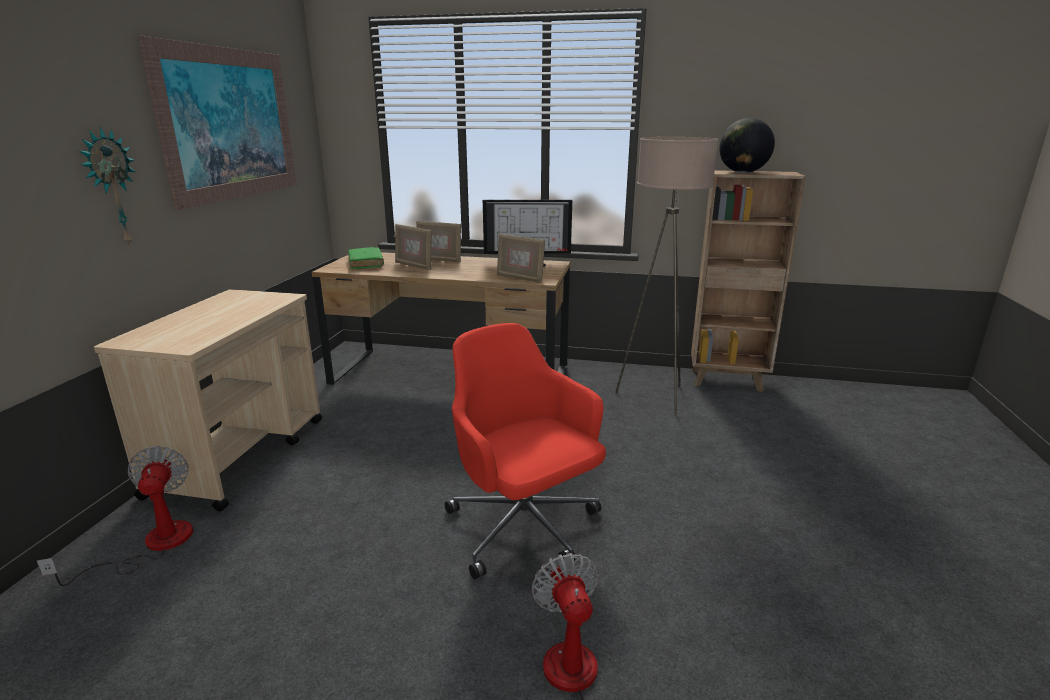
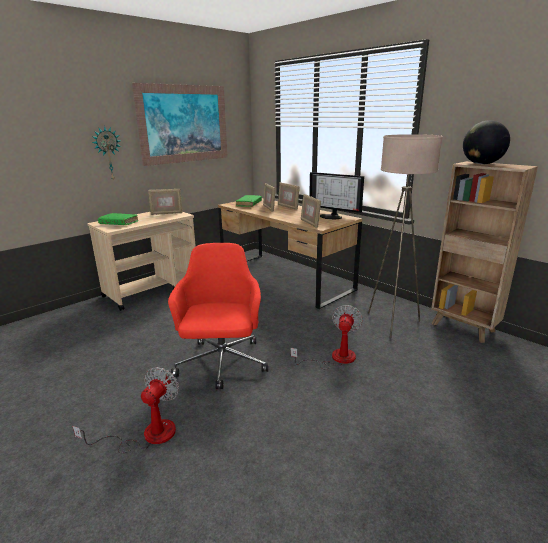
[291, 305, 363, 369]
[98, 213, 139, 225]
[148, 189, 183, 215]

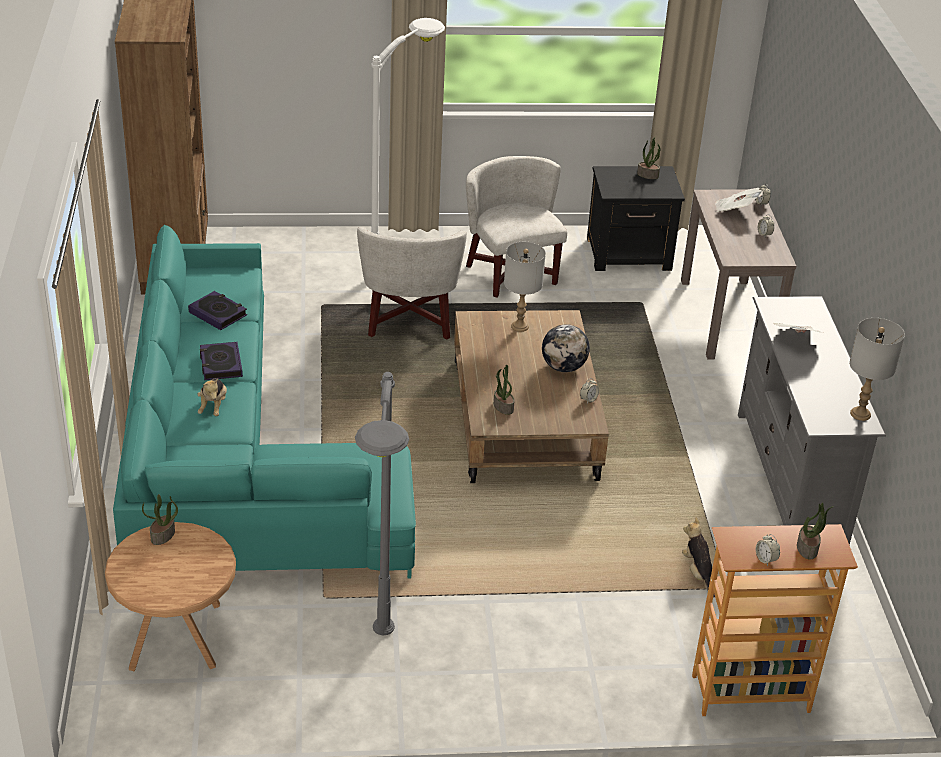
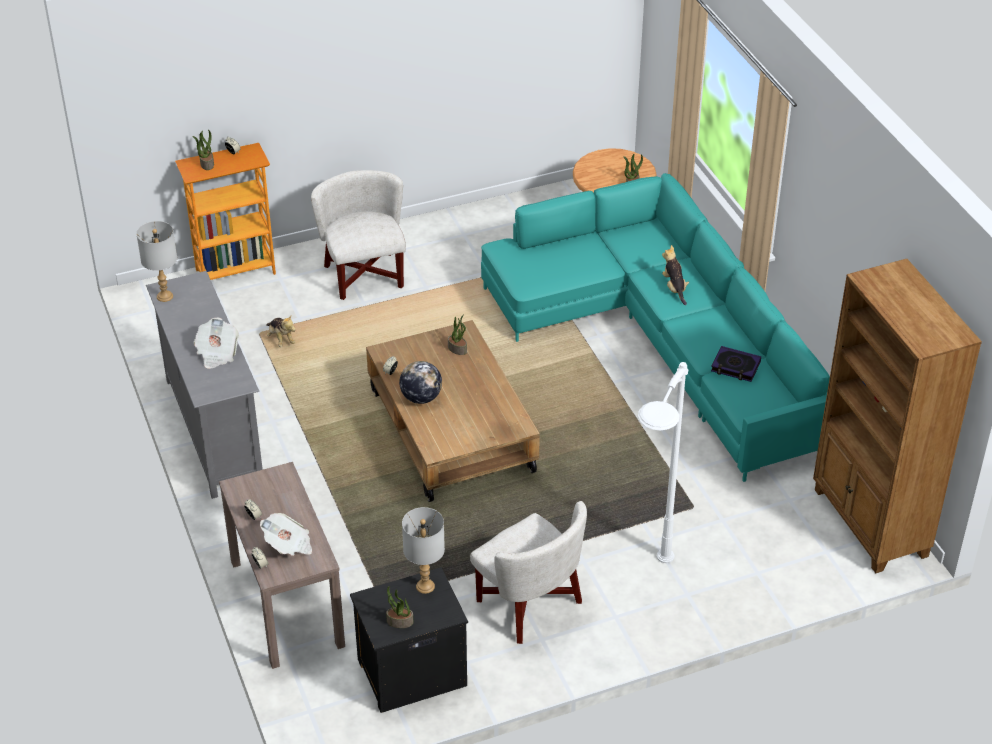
[200, 342, 243, 380] (first image)
[355, 372, 409, 635] (first image)
[311, 170, 406, 300]
[402, 507, 445, 594]

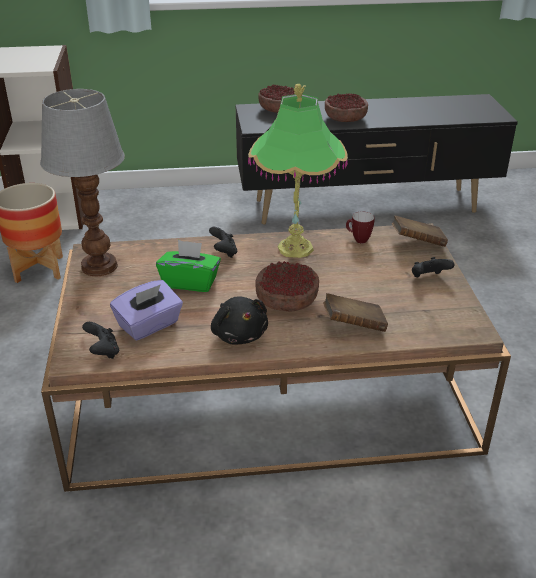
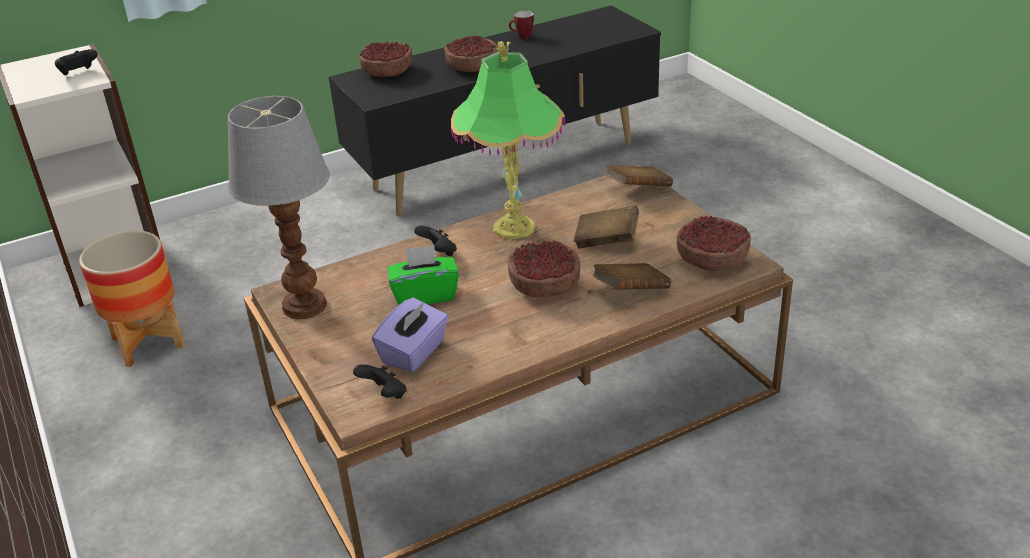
[211, 296, 268, 344] (first image)
[509, 11, 534, 39]
[55, 49, 98, 75]
[574, 206, 639, 249]
[677, 216, 751, 271]

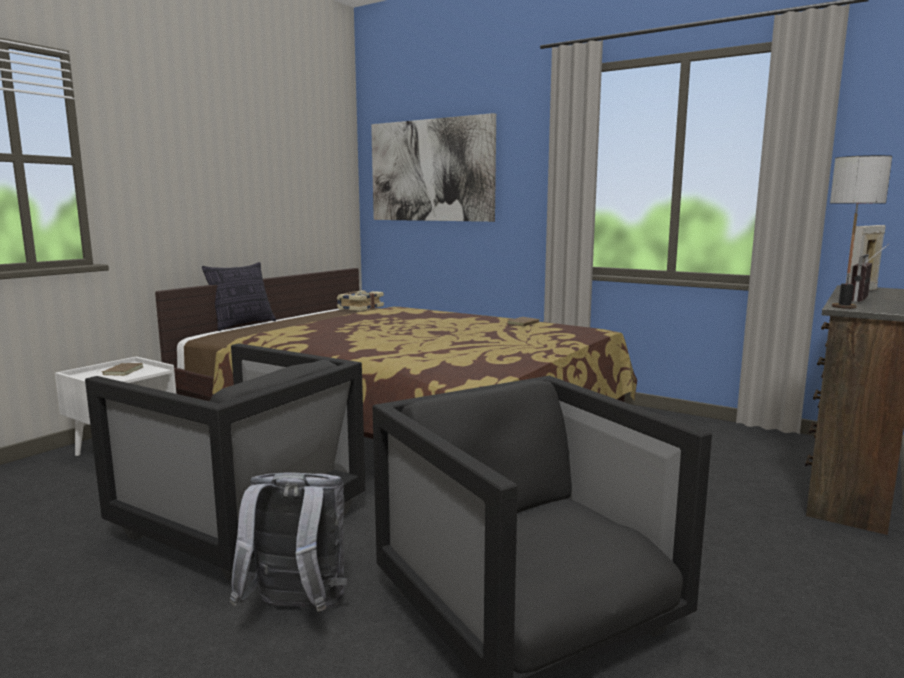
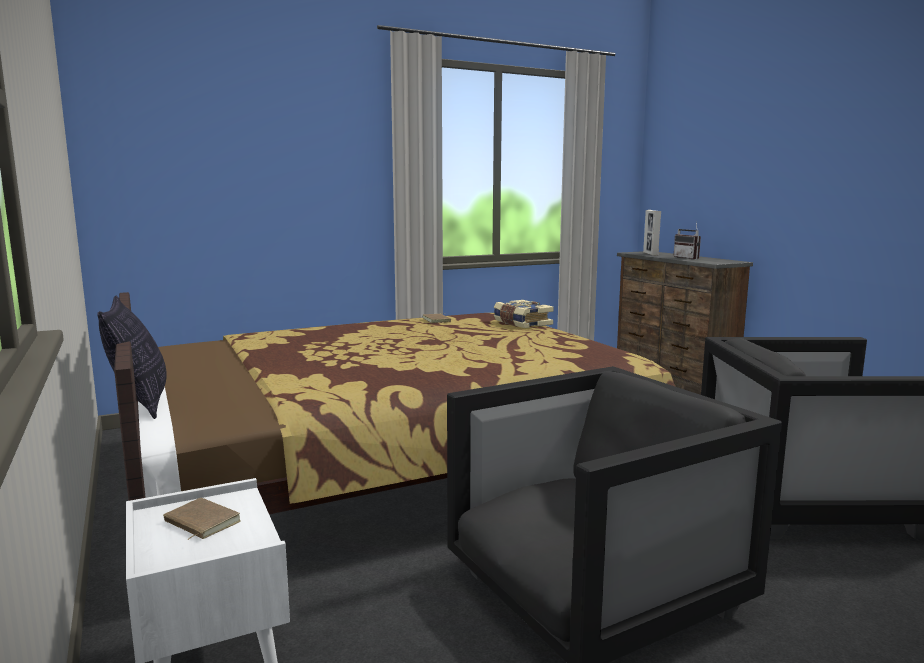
[230, 472, 347, 612] (first image)
[494, 300, 554, 328]
[371, 113, 496, 222] (first image)
[830, 155, 892, 309] (first image)

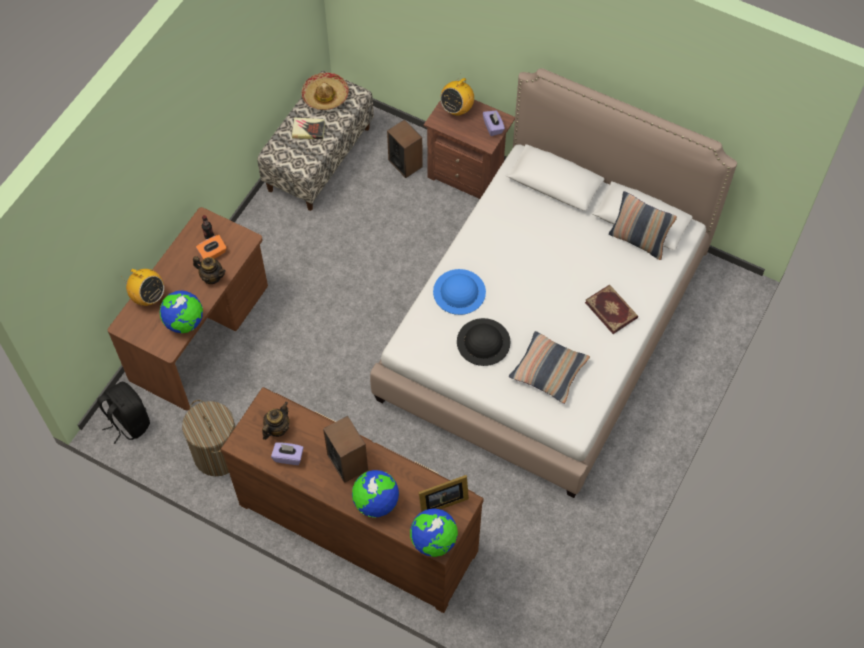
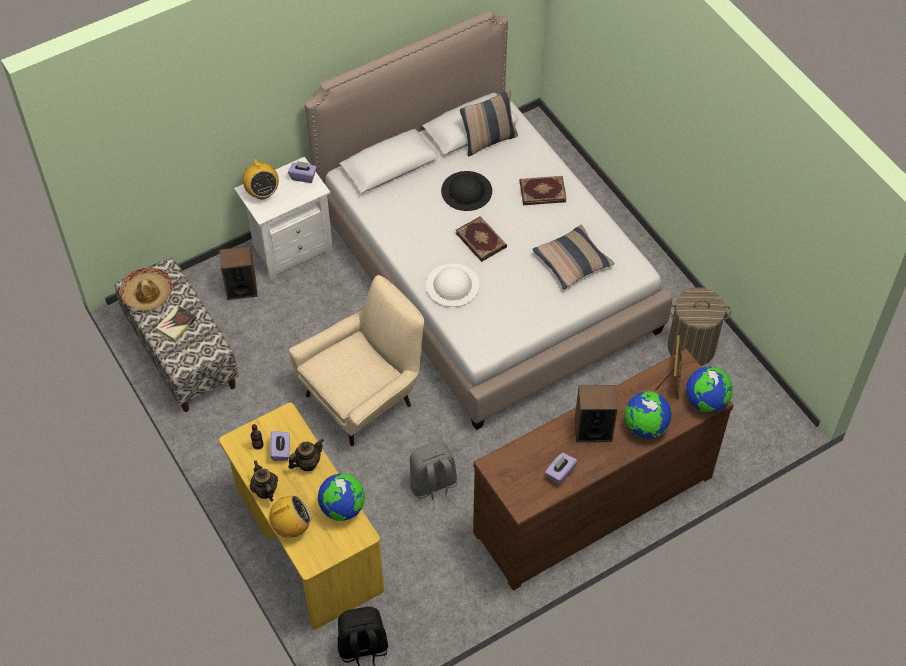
[219, 403, 384, 630]
[668, 287, 731, 366]
[270, 431, 290, 461]
[250, 460, 278, 501]
[234, 156, 333, 280]
[426, 263, 479, 307]
[441, 171, 492, 211]
[289, 275, 424, 446]
[410, 441, 457, 510]
[456, 216, 507, 262]

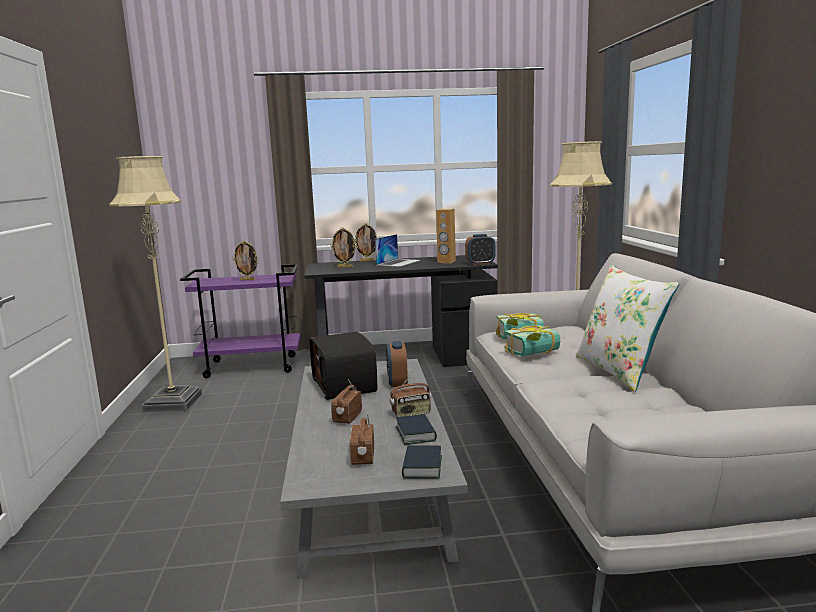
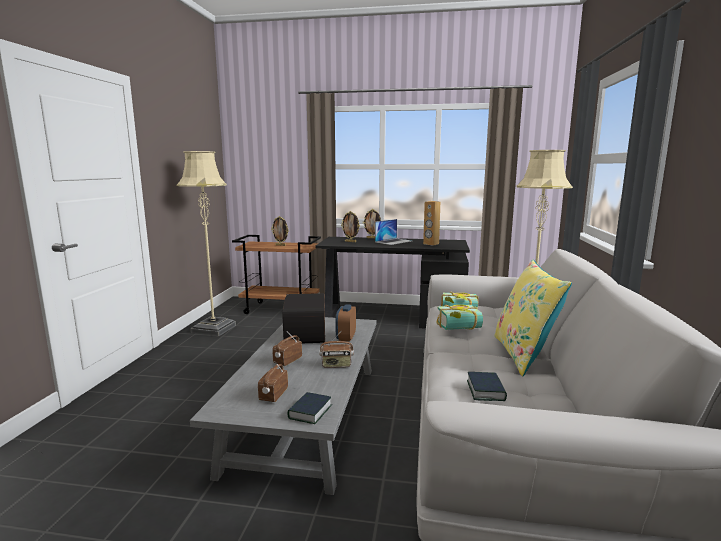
[232, 235, 321, 314]
[467, 372, 507, 401]
[465, 234, 496, 265] (first image)
[494, 259, 572, 376]

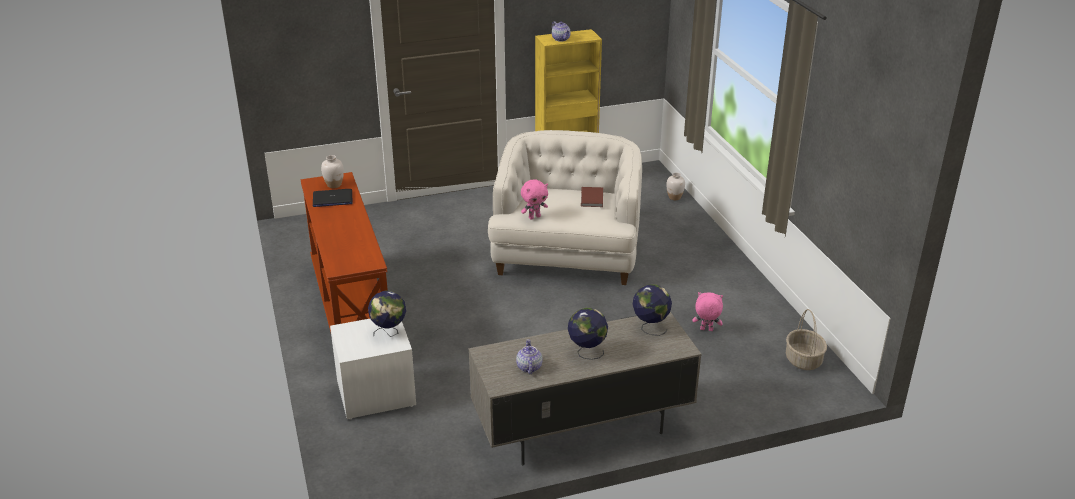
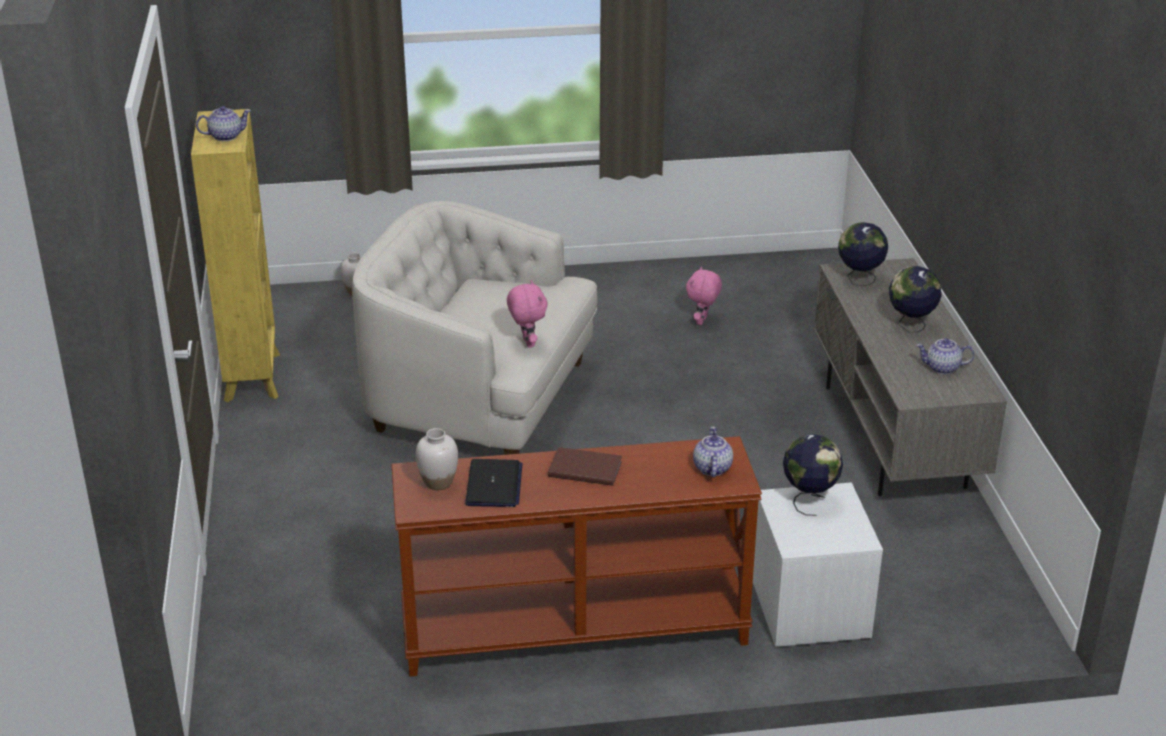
[548, 447, 622, 486]
[786, 309, 827, 370] (first image)
[693, 426, 733, 477]

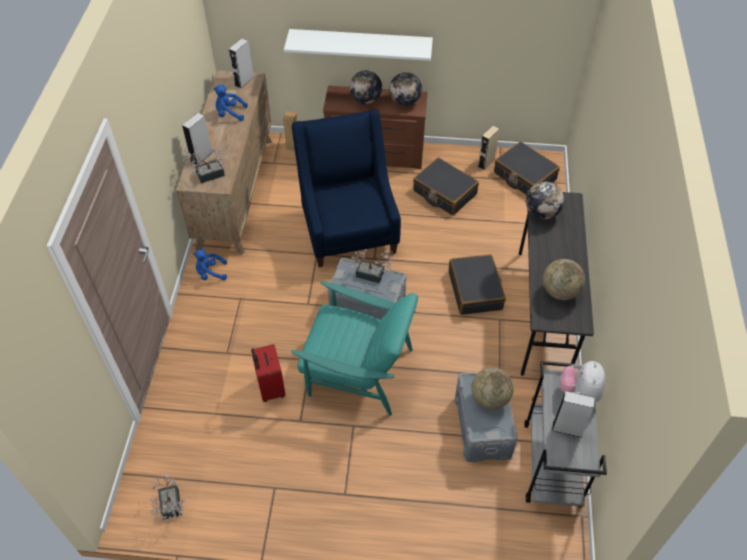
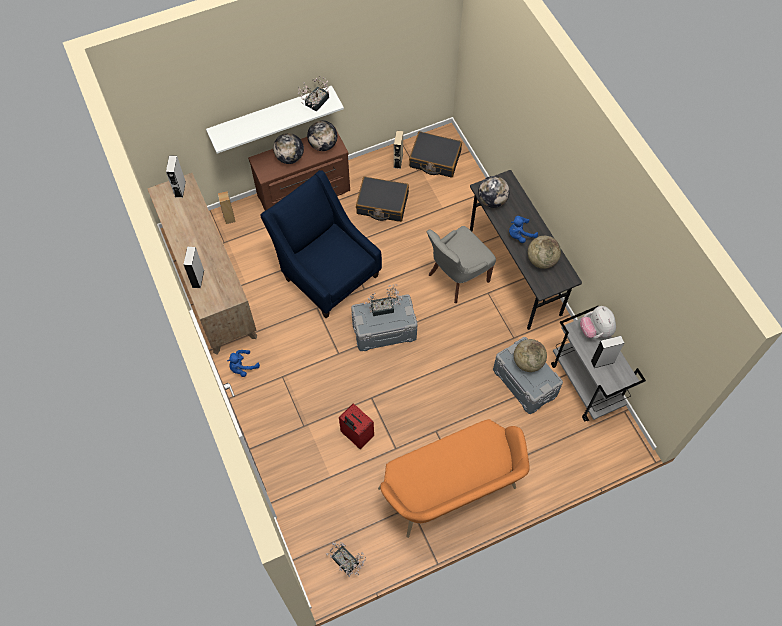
[298, 76, 329, 112]
[509, 216, 538, 243]
[291, 281, 418, 416] (first image)
[427, 226, 496, 303]
[378, 419, 530, 538]

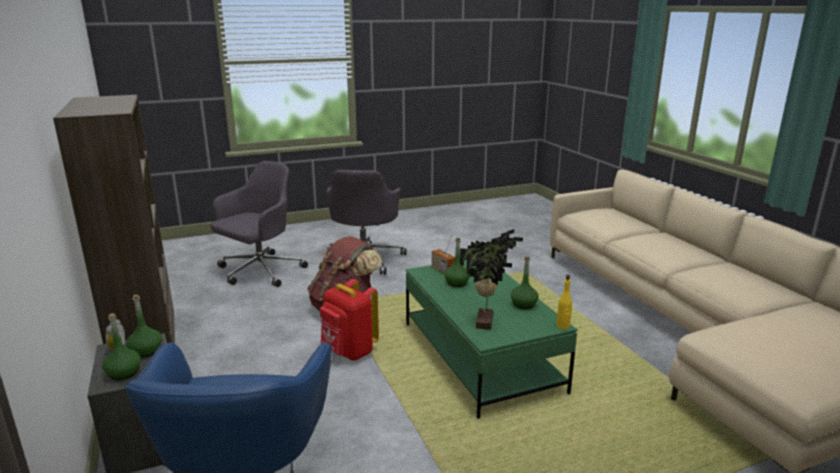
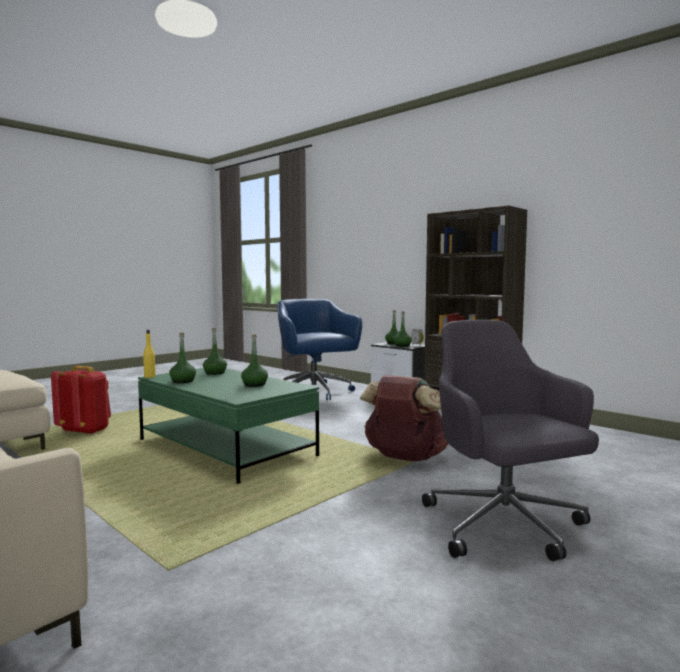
[210, 161, 308, 287] (first image)
[51, 366, 111, 434]
[432, 235, 455, 274] (first image)
[203, 328, 227, 375]

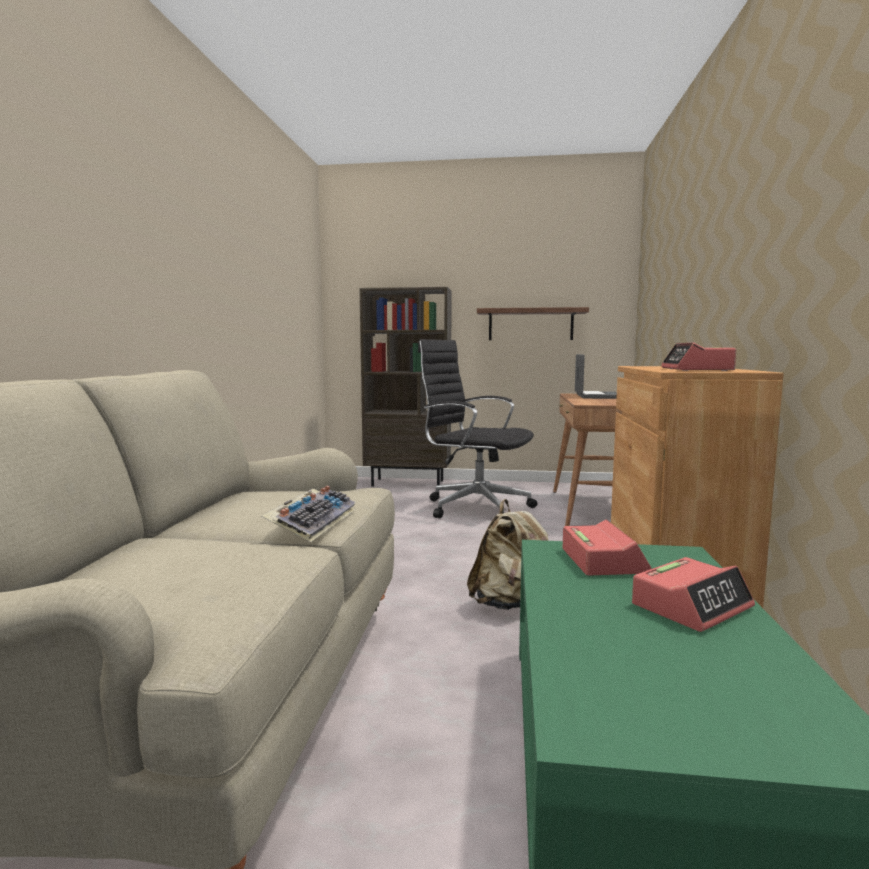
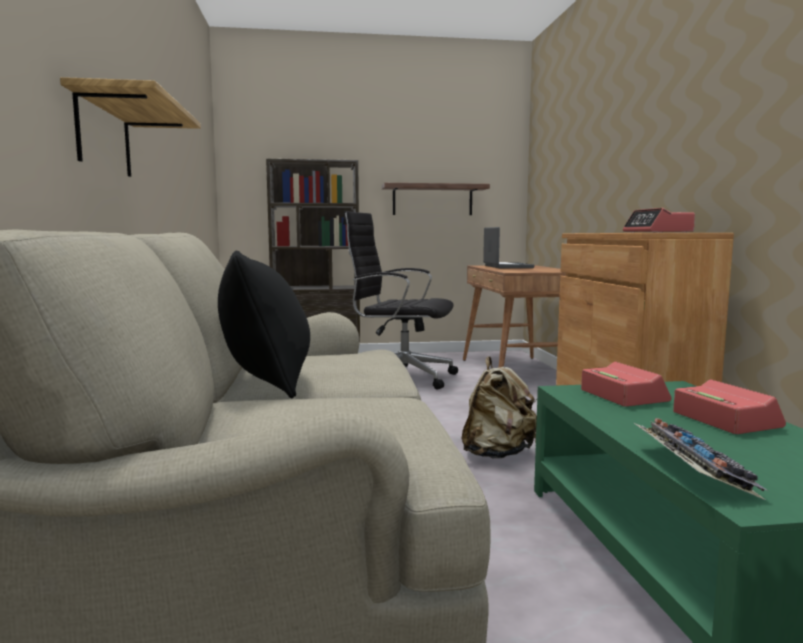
[634, 418, 768, 500]
[673, 379, 786, 434]
[60, 77, 201, 177]
[218, 251, 310, 398]

